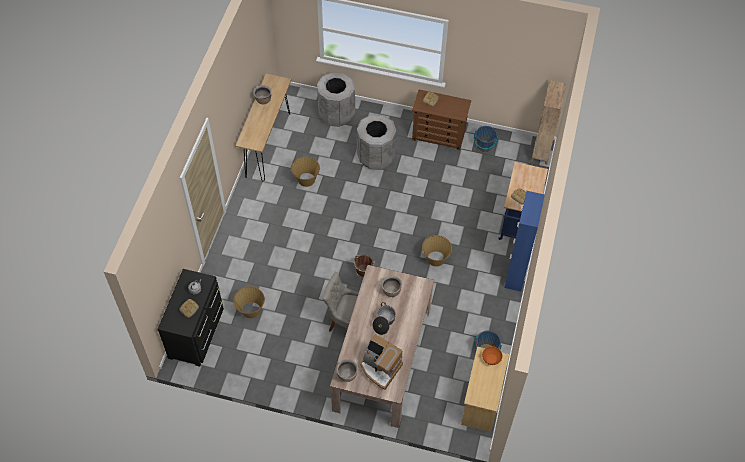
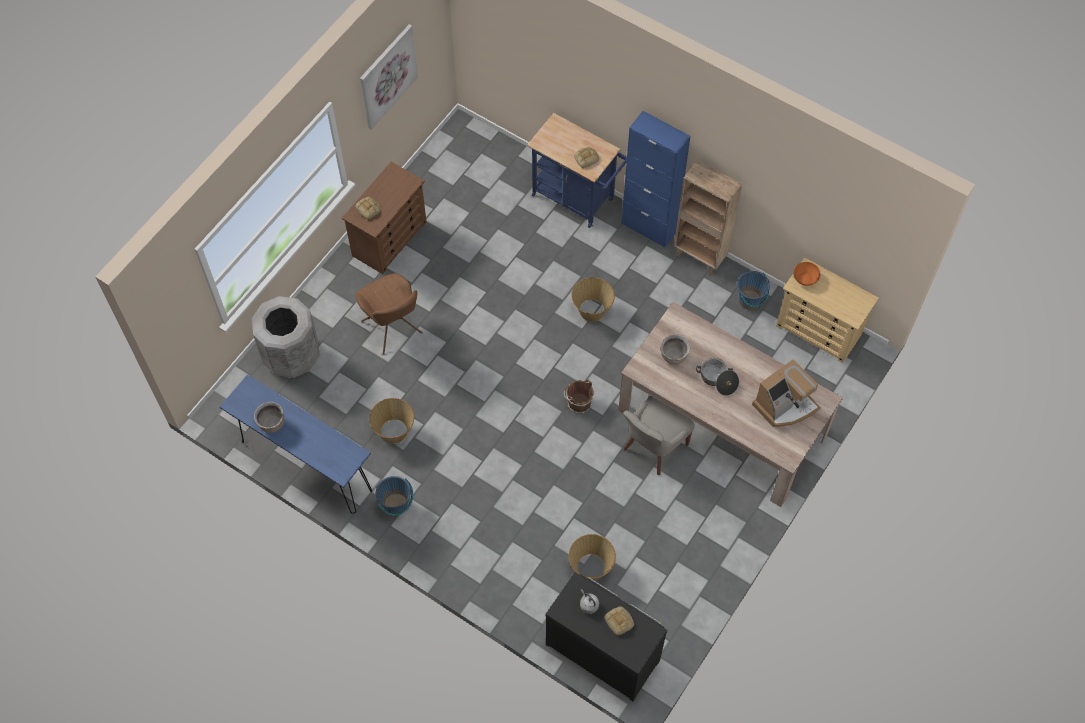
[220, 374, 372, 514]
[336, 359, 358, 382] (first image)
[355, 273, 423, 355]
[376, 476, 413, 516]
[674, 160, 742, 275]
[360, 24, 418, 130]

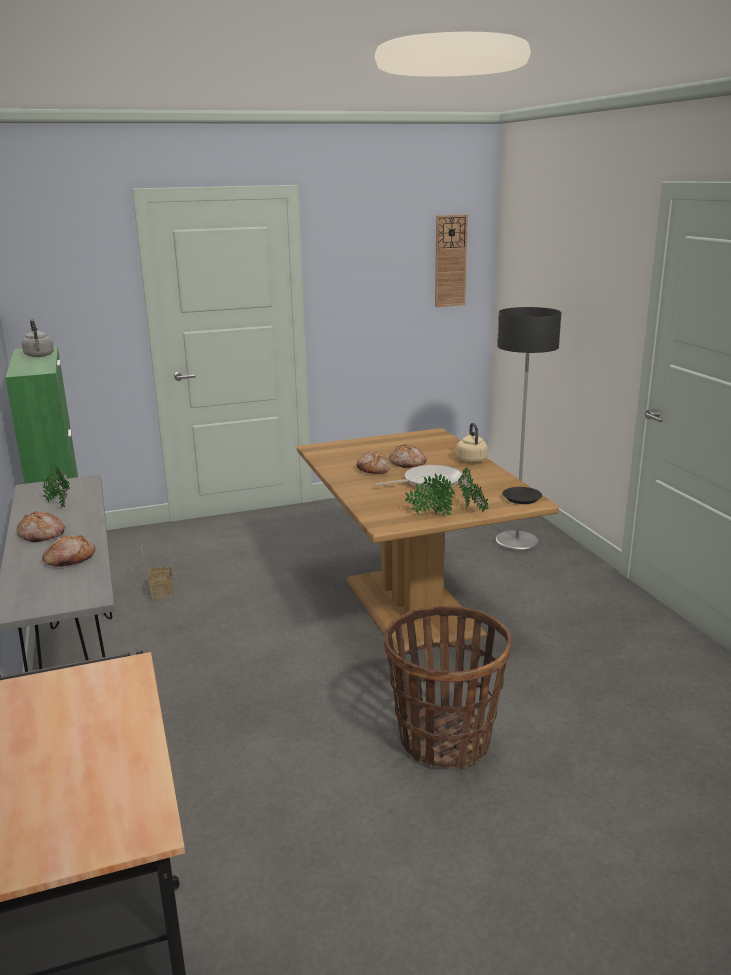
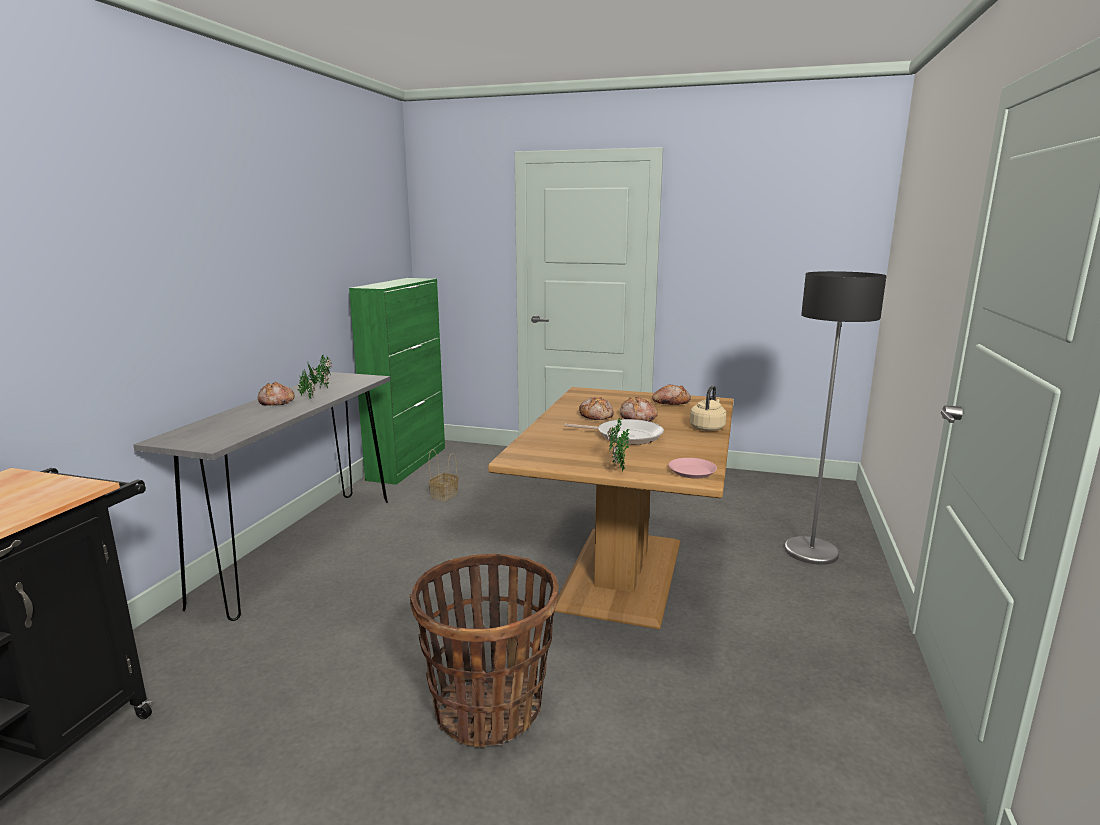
[22, 319, 54, 357] (first image)
[652, 384, 691, 405]
[297, 365, 318, 400]
[435, 215, 468, 307] (first image)
[668, 458, 717, 479]

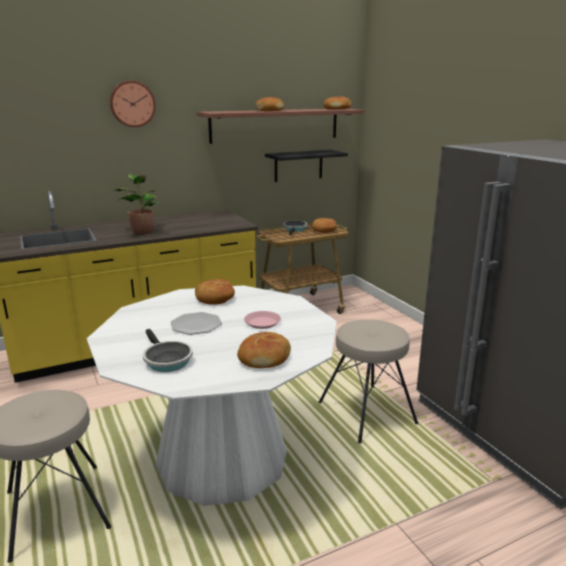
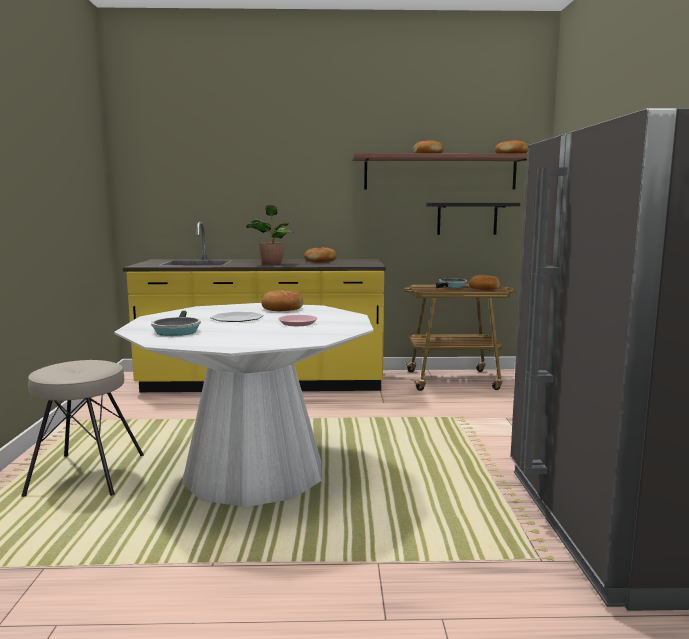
[110, 81, 156, 127] (first image)
[304, 247, 337, 262]
[318, 319, 418, 444] (first image)

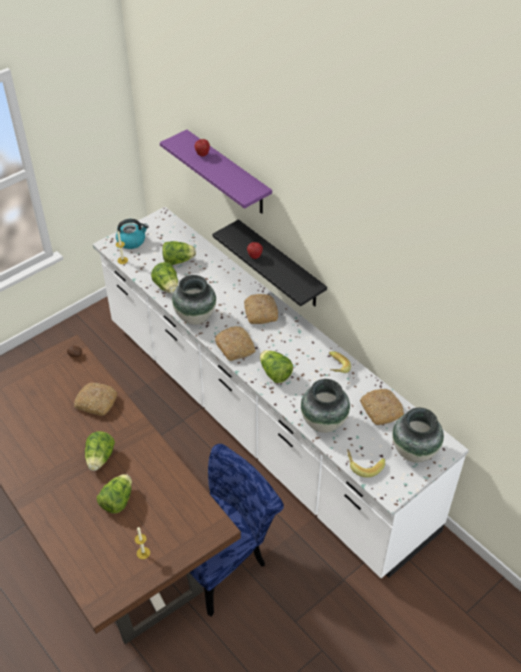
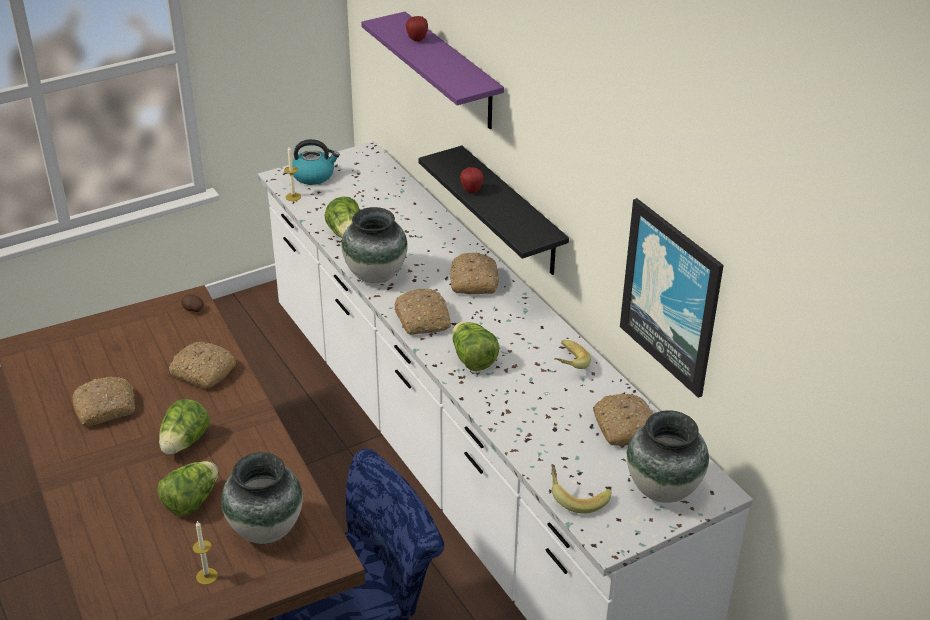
[162, 241, 196, 265] (first image)
[221, 452, 303, 544]
[73, 377, 135, 426]
[620, 198, 724, 398]

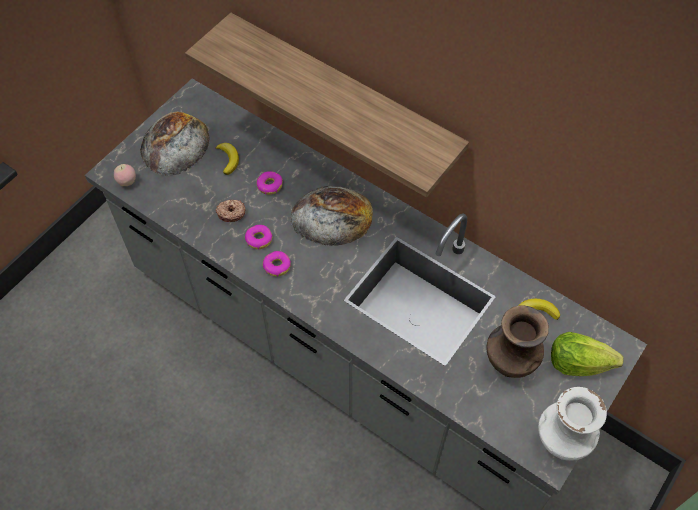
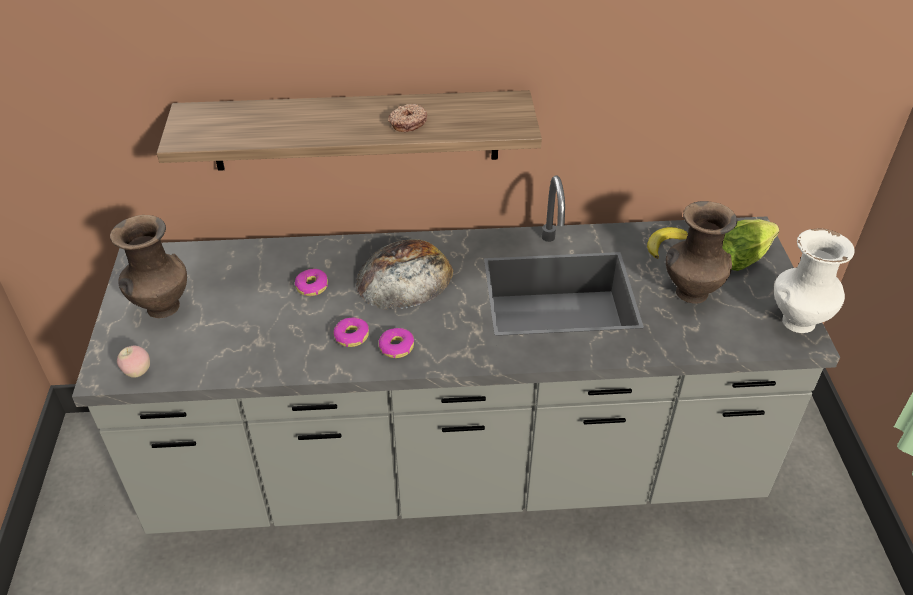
[110, 215, 187, 318]
[216, 143, 239, 175] (first image)
[388, 104, 427, 132]

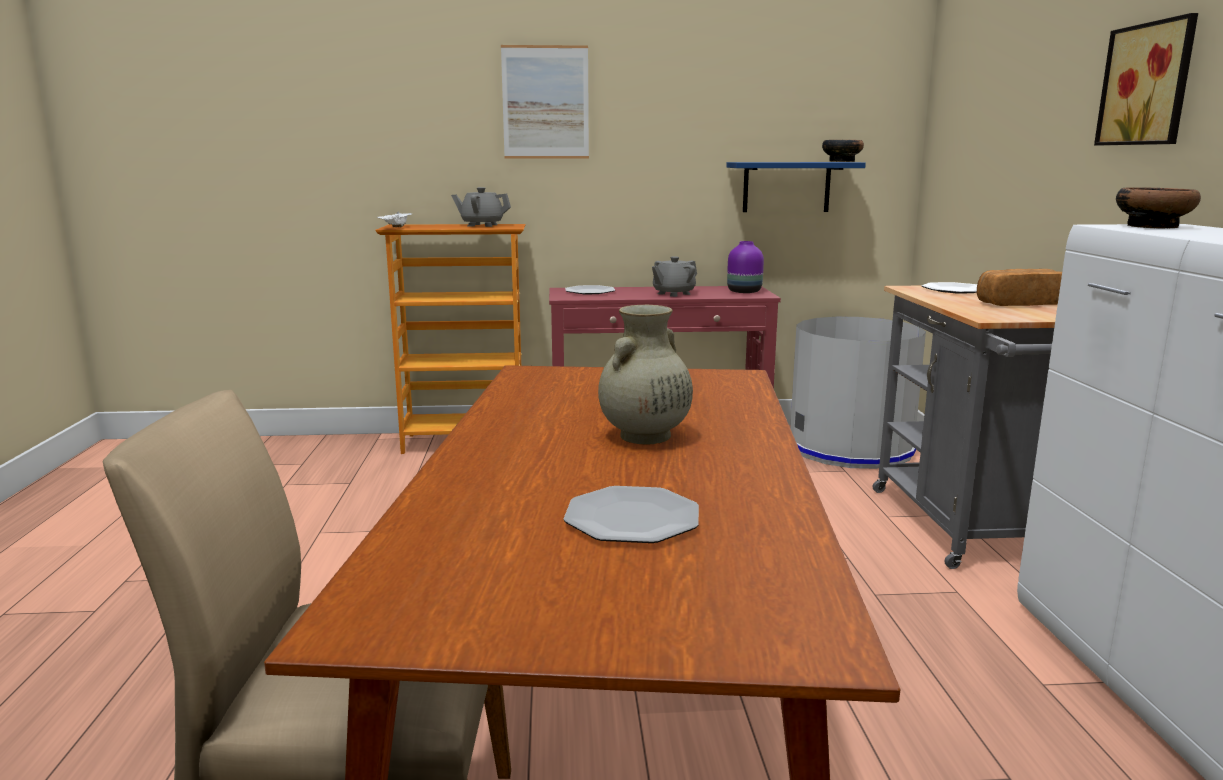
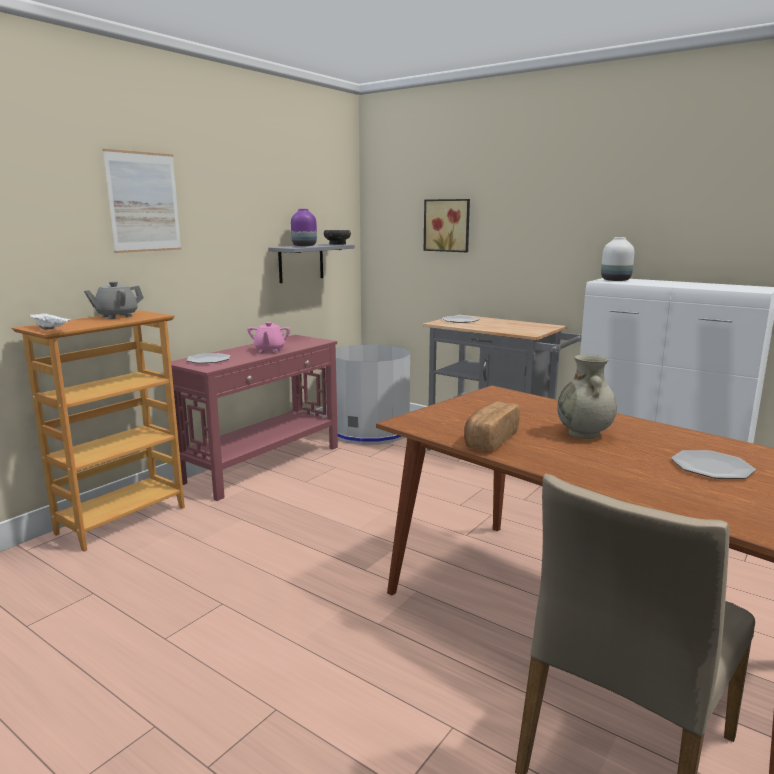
[247, 322, 290, 353]
[268, 244, 355, 283]
[291, 209, 317, 246]
[464, 401, 520, 451]
[424, 199, 470, 252]
[601, 237, 634, 281]

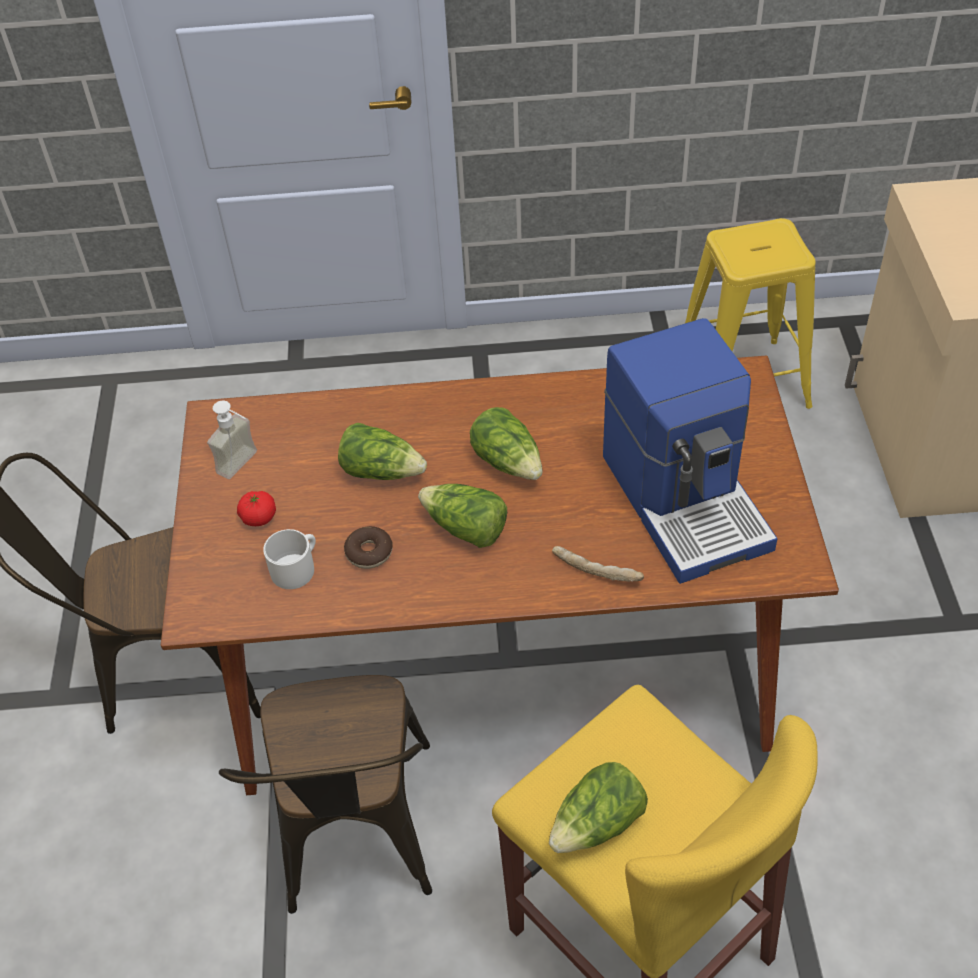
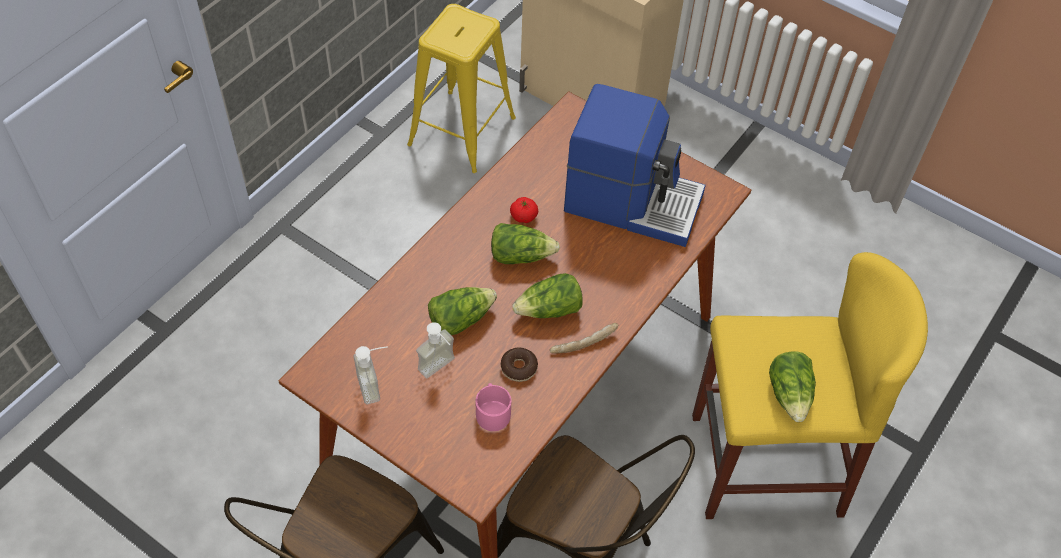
[510, 197, 538, 223]
[476, 383, 511, 431]
[550, 323, 618, 354]
[416, 322, 455, 378]

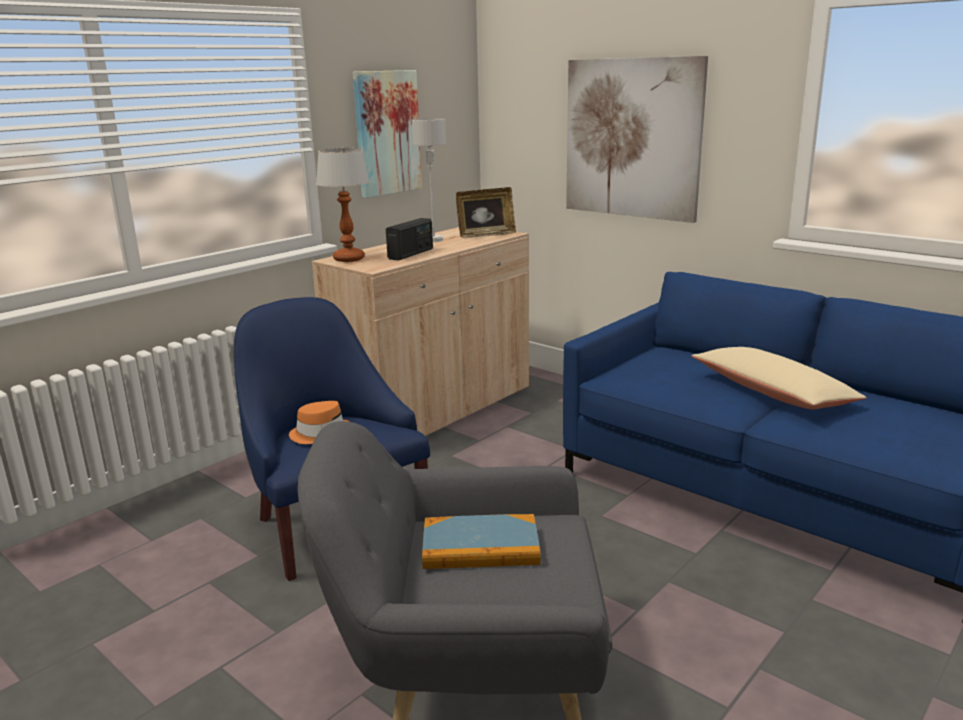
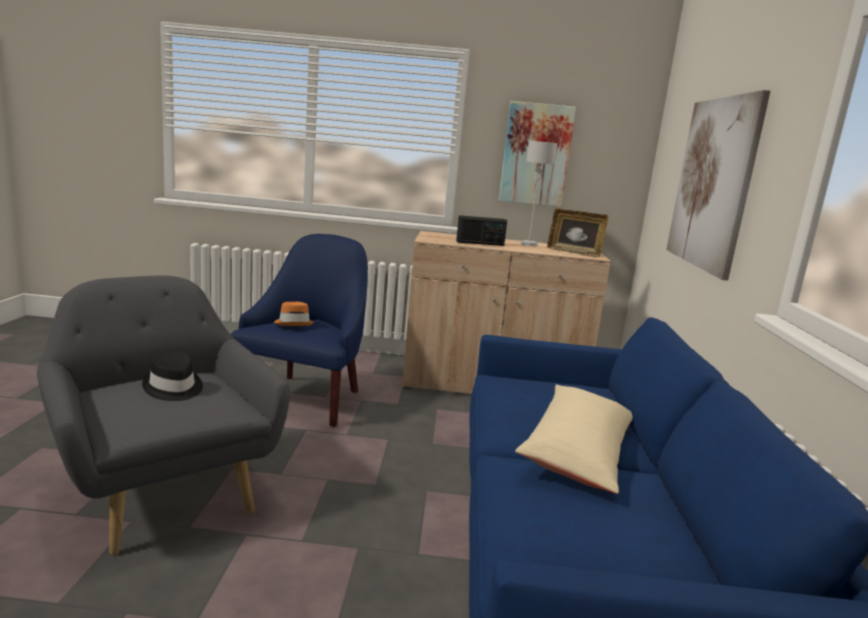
[316, 148, 370, 262] (first image)
[142, 351, 203, 401]

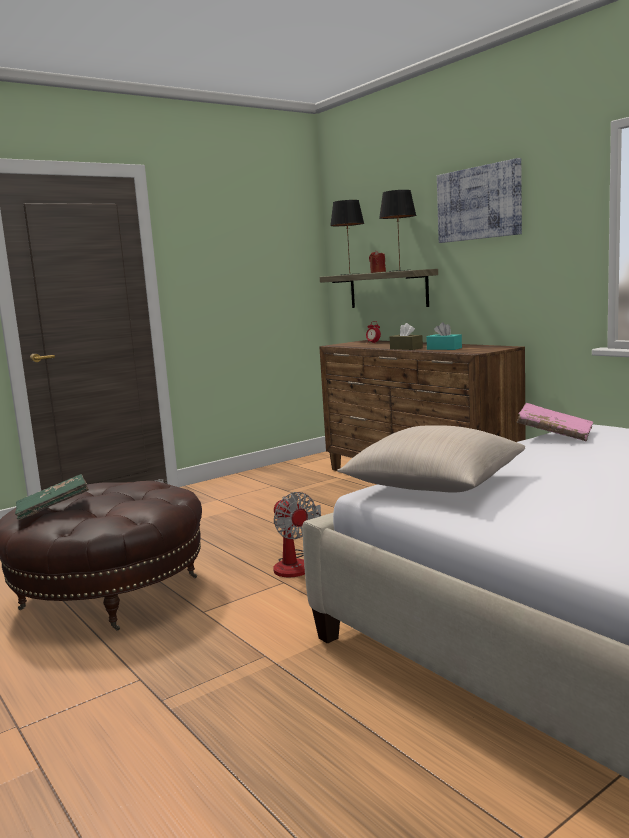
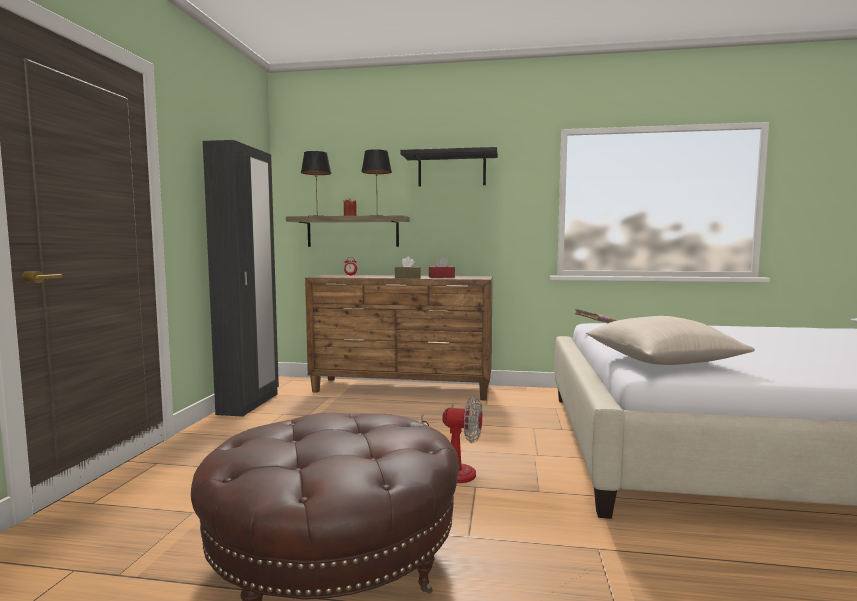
[15, 474, 89, 520] (first image)
[429, 257, 455, 278]
[400, 147, 498, 187]
[203, 140, 279, 417]

